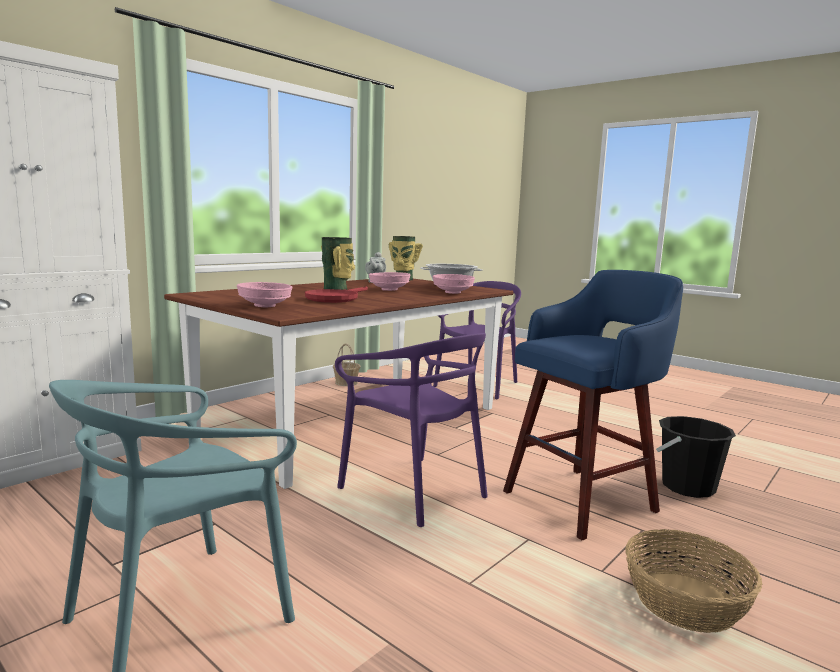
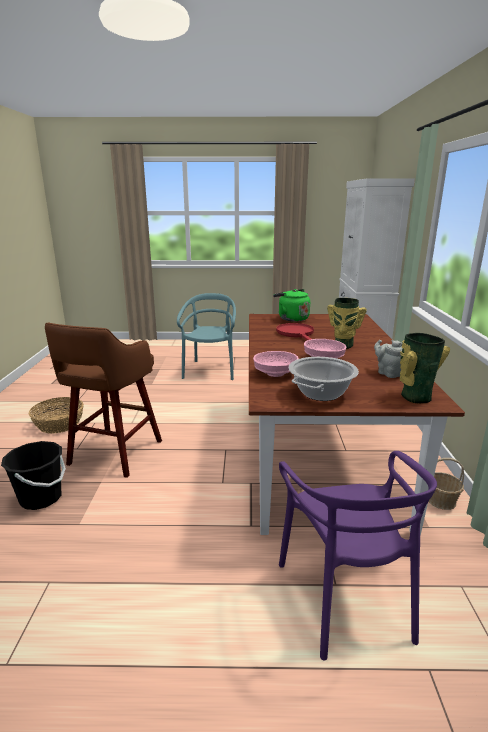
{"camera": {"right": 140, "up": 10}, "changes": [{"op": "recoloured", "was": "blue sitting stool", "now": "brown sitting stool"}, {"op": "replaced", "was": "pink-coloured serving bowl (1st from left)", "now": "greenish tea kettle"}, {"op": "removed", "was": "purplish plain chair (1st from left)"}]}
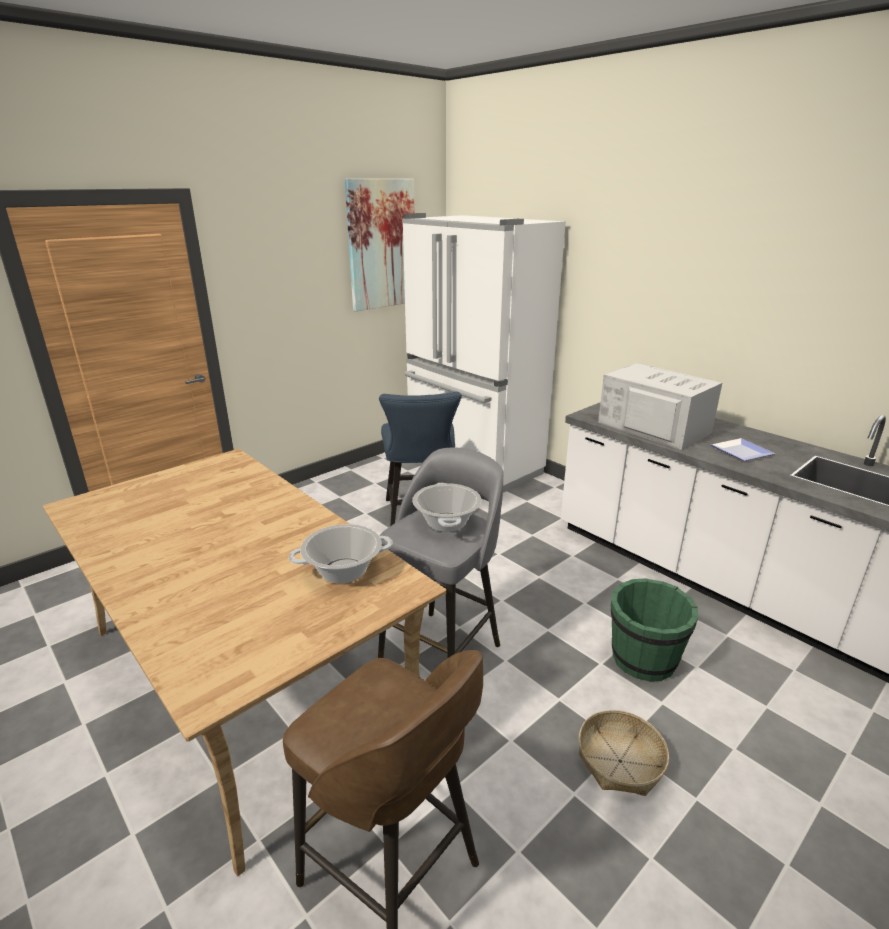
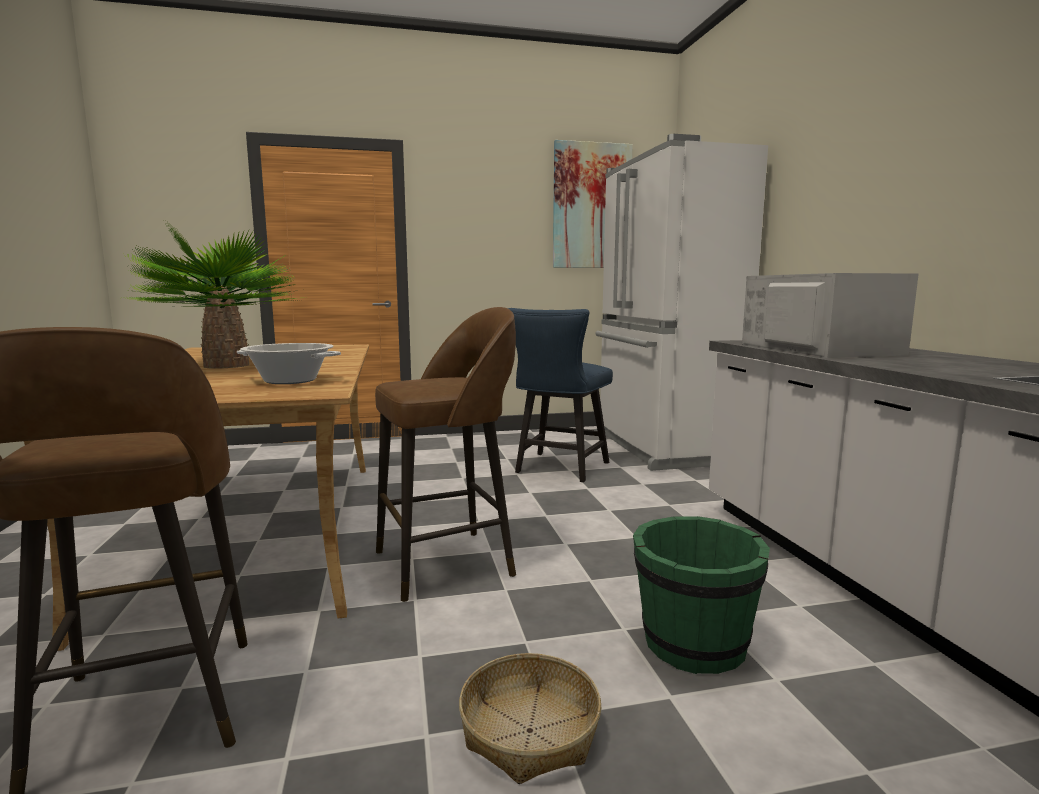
{"camera": {"right": 30, "up": -15}, "changes": [{"op": "added", "now": "houseplant"}, {"op": "recoloured", "was": "grey sitting stool", "now": "brown sitting stool (2nd from left)"}, {"op": "removed", "was": "cooking pot (2nd from left)"}, {"op": "removed", "was": "plate"}]}
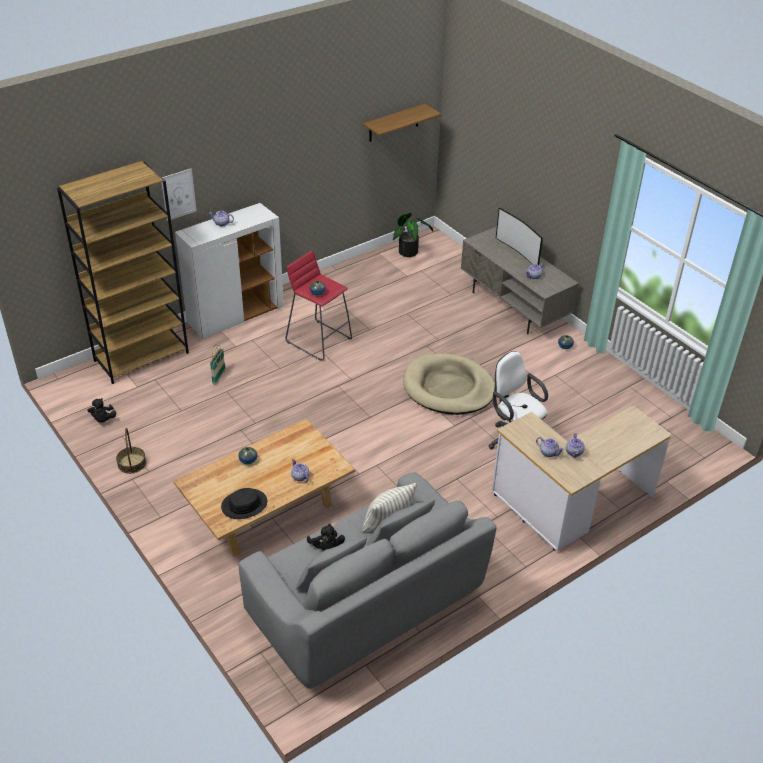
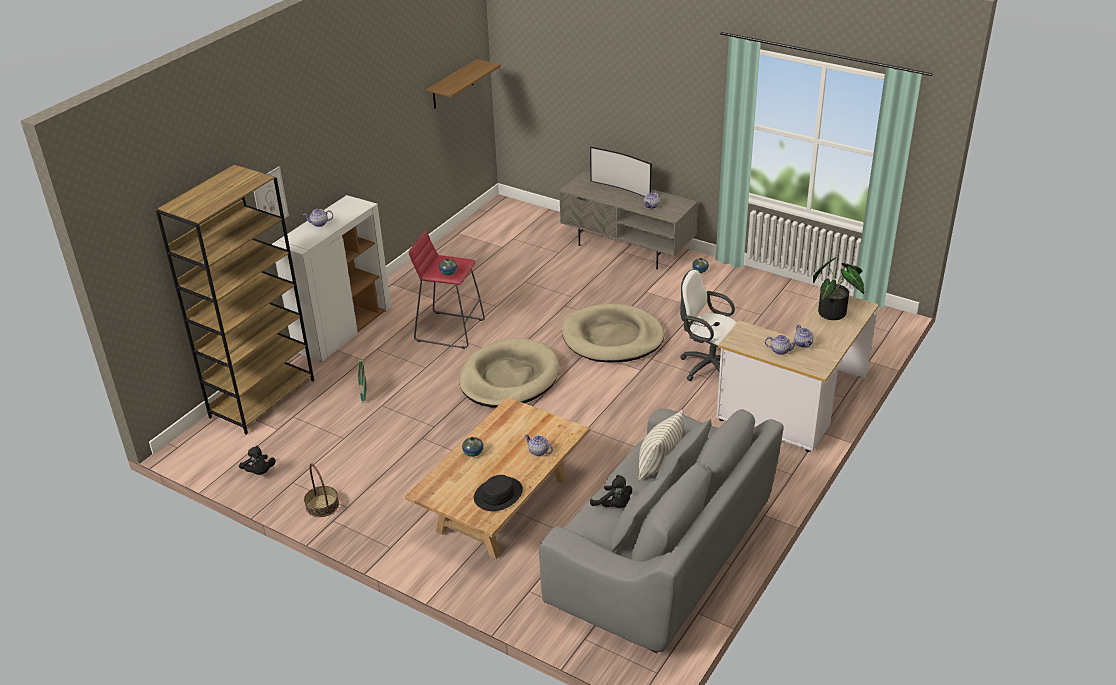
{"camera": {"right": -20, "up": -5}, "changes": [{"op": "added", "now": "sand-coloured dog cushion (1st from left)"}, {"op": "moved", "was": "houseplant"}]}
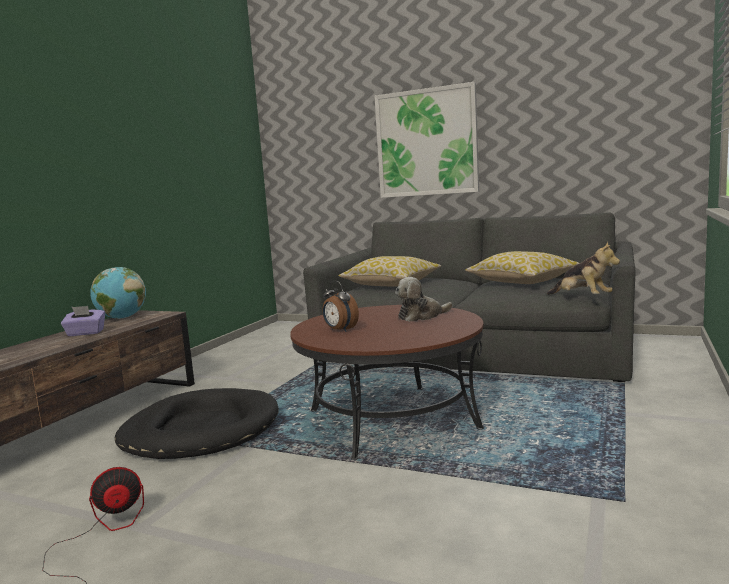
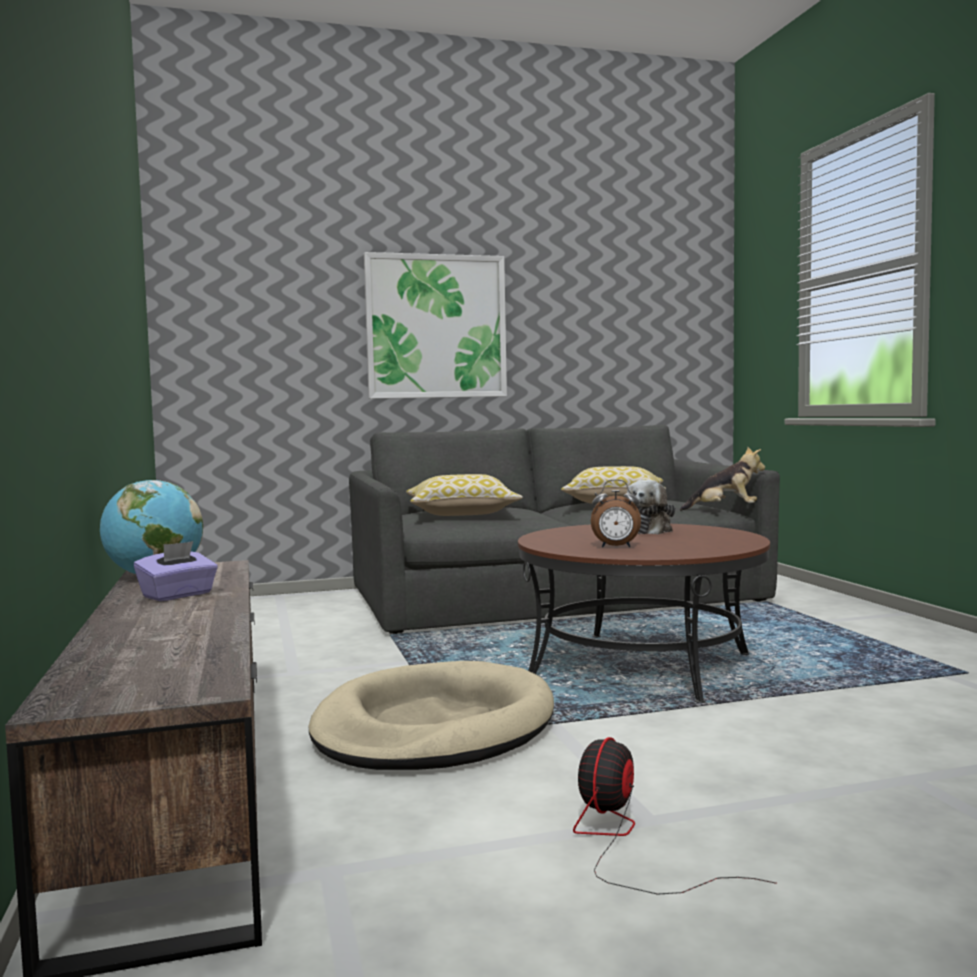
{"camera": {"right": -40, "up": -5}, "changes": [{"op": "recoloured", "was": "black-coloured dog cushion", "now": "sand-coloured dog cushion"}]}
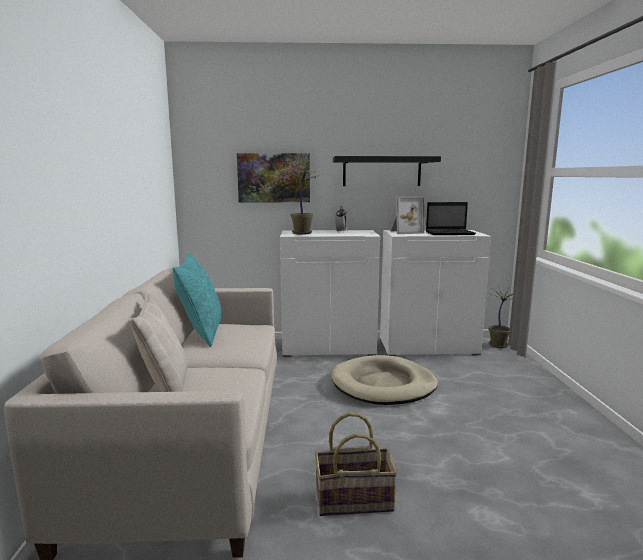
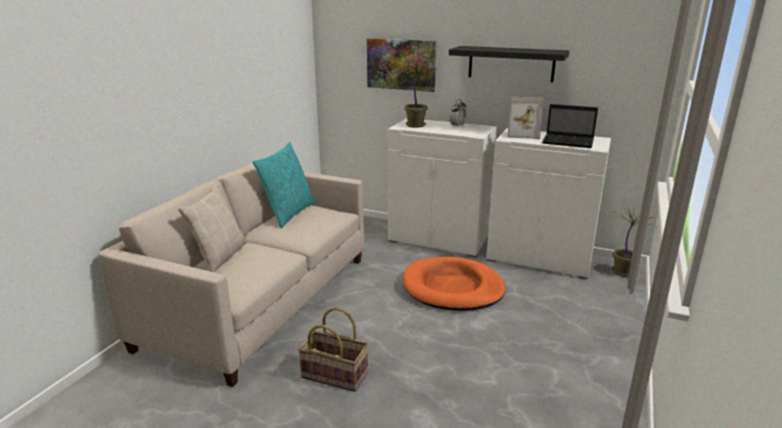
{"camera": {"right": 25, "up": 10}, "changes": [{"op": "recoloured", "was": "sand-coloured dog cushion", "now": "orange dog cushion"}]}
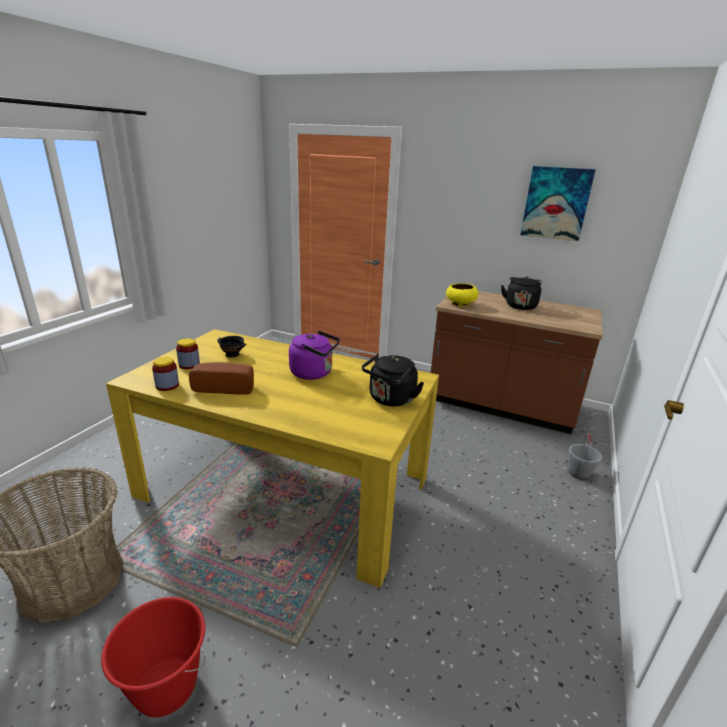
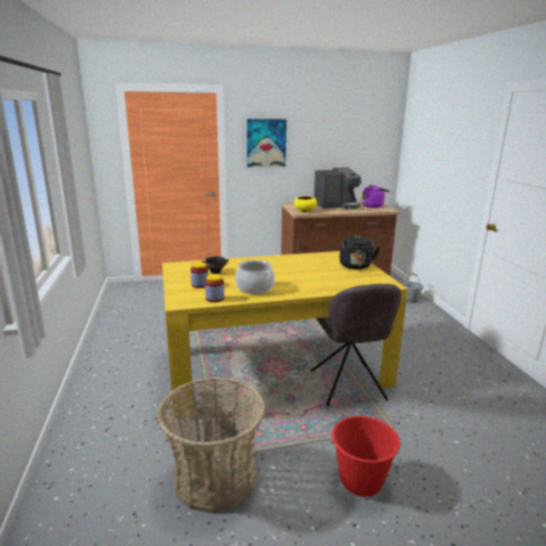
{"camera": {"right": -35, "up": -5}, "changes": [{"op": "replaced", "was": "baked bread", "now": "cooking pot"}, {"op": "moved", "was": "wall picture"}, {"op": "added", "now": "grey plain chair"}, {"op": "replaced", "was": "black-coloured tea kettle (2nd from left)", "now": "coffee maker"}, {"op": "moved", "was": "purplish tea kettle"}]}
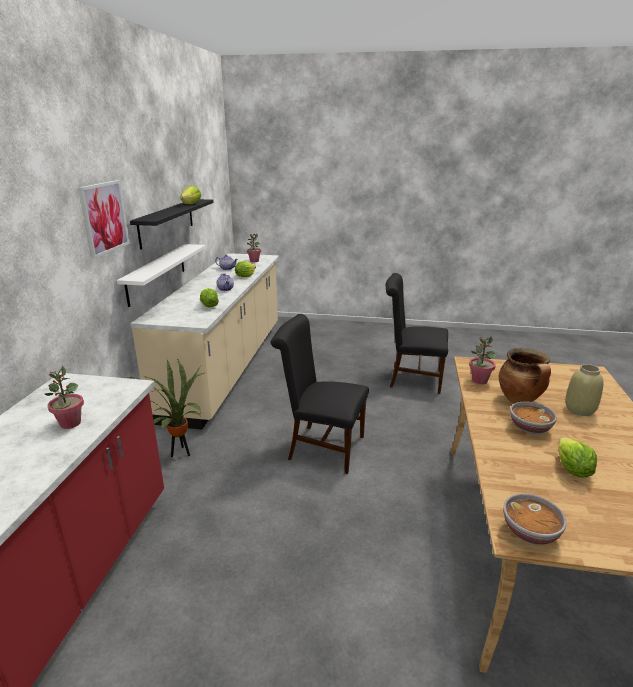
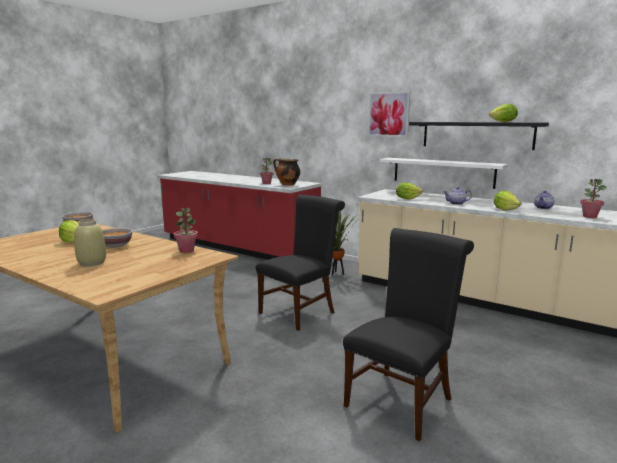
{"camera": {"right": 115, "up": -10}, "changes": [{"op": "moved", "was": "cooking pot"}]}
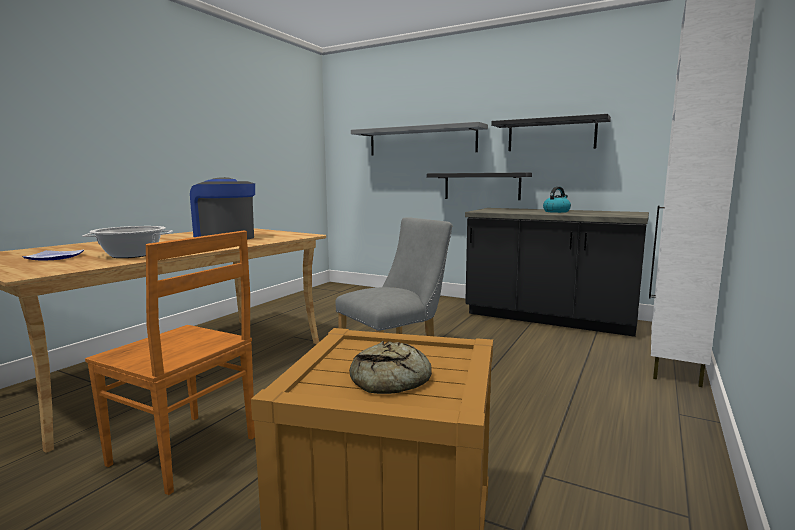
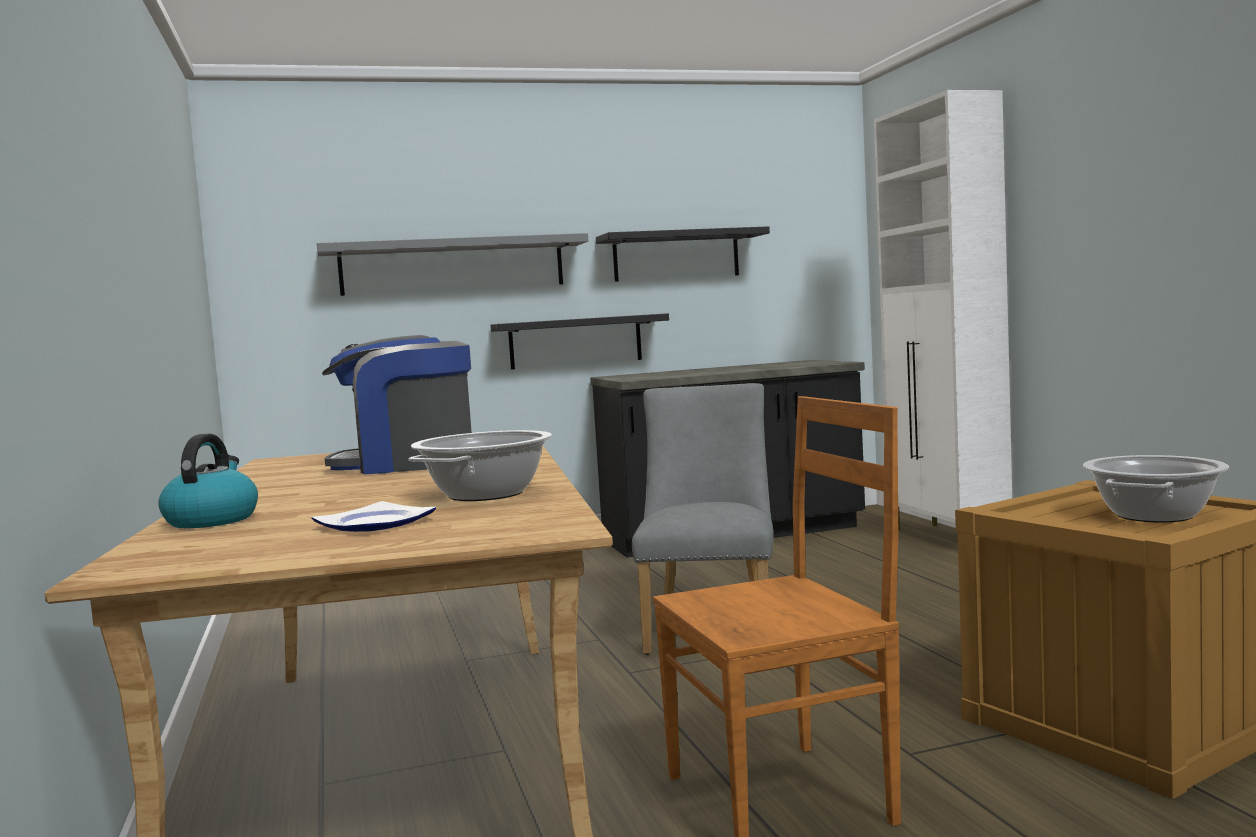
{"camera": {"right": -45, "up": -5}, "changes": [{"op": "moved", "was": "tea kettle"}, {"op": "replaced", "was": "baked bread", "now": "cooking pot (2nd from left)"}]}
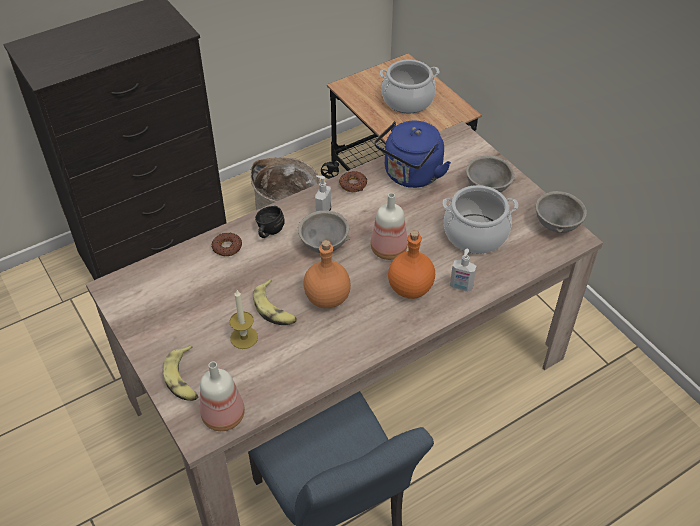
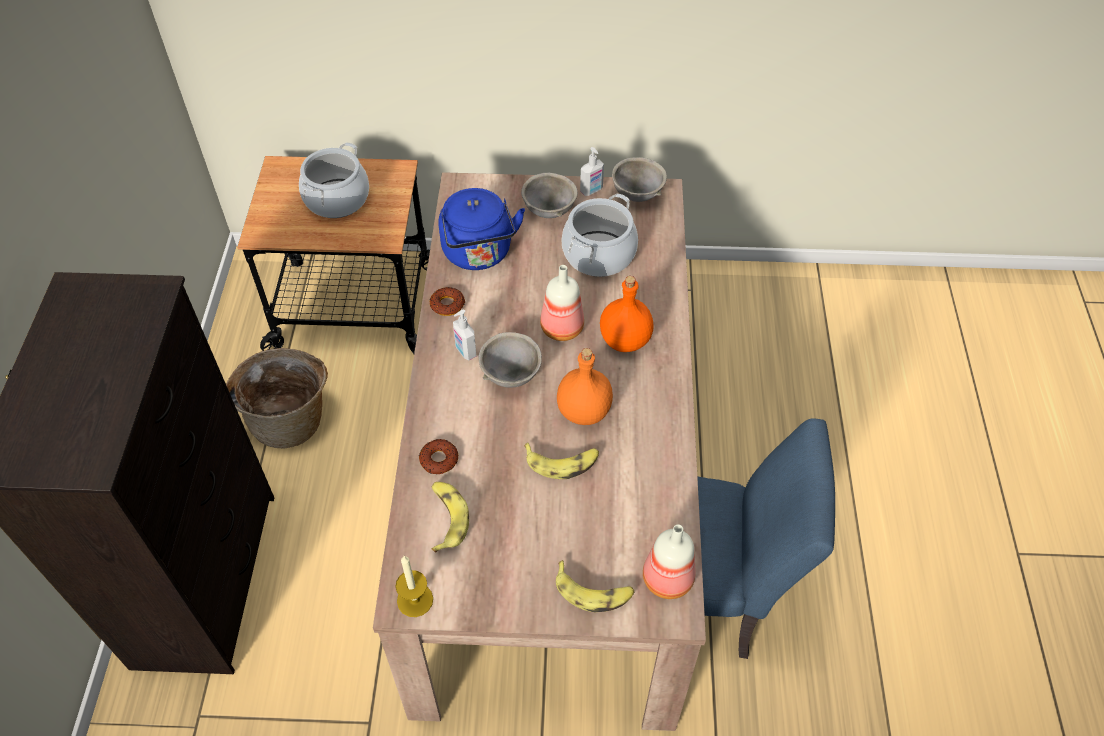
{"camera": {"right": -55, "up": 5}, "changes": [{"op": "moved", "was": "candle"}, {"op": "added", "now": "banana (1st from left)"}, {"op": "moved", "was": "soap dispenser (2nd from left)"}, {"op": "removed", "was": "black-coloured tea mug"}]}
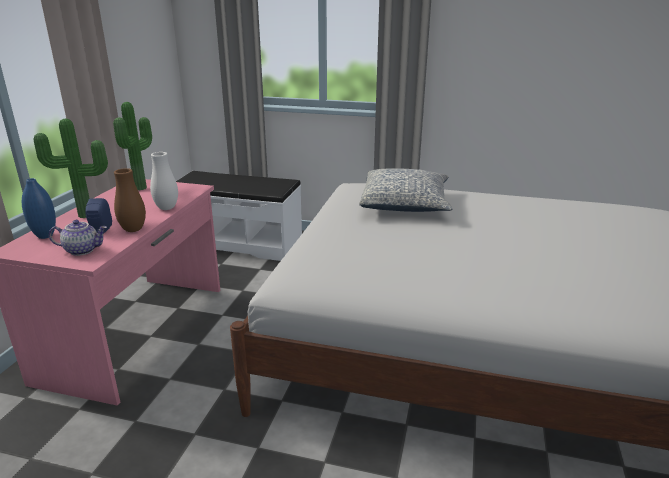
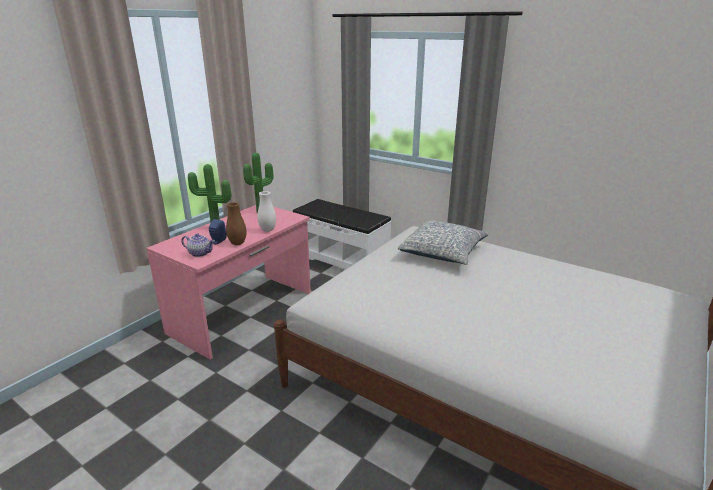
{"camera": {"right": 20, "up": 0}, "changes": [{"op": "removed", "was": "blue flower vase"}]}
